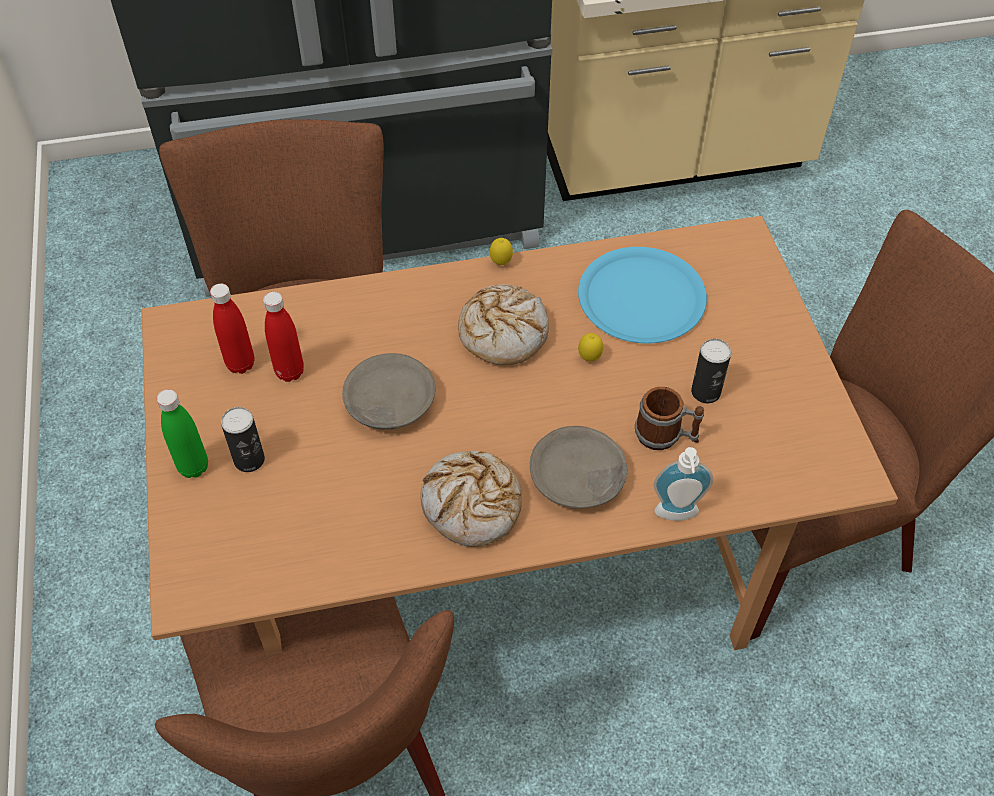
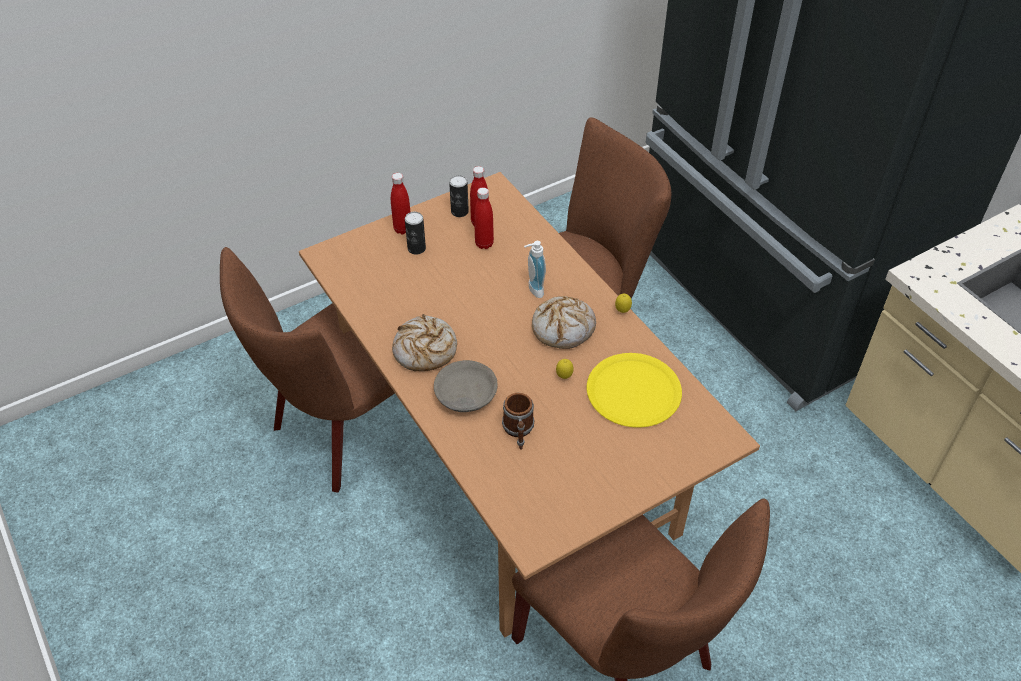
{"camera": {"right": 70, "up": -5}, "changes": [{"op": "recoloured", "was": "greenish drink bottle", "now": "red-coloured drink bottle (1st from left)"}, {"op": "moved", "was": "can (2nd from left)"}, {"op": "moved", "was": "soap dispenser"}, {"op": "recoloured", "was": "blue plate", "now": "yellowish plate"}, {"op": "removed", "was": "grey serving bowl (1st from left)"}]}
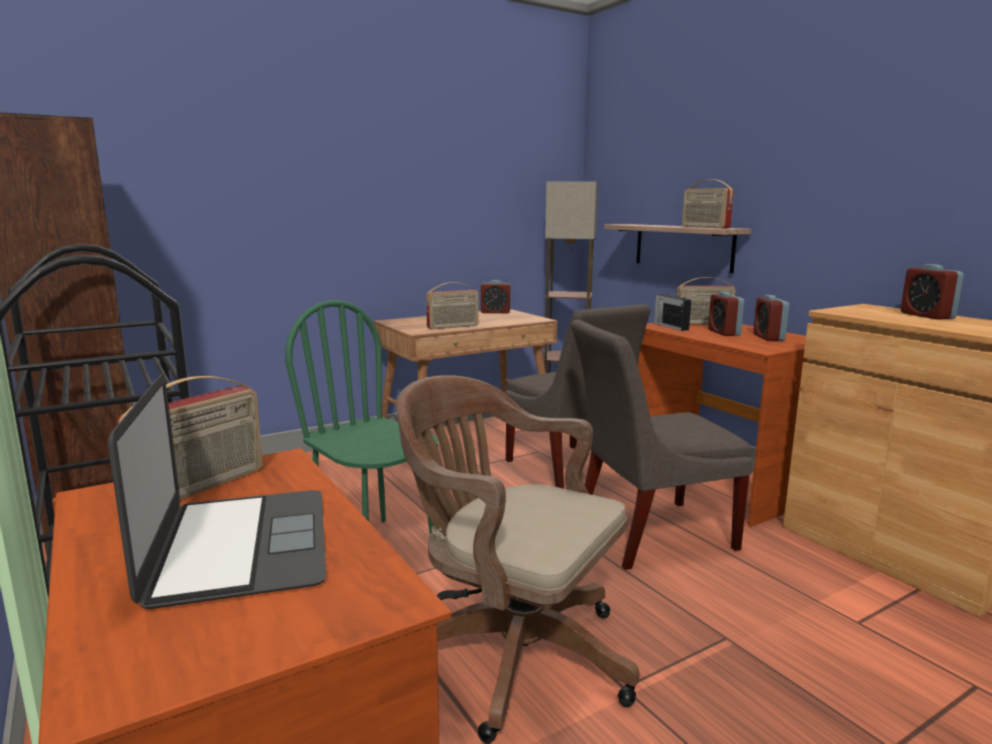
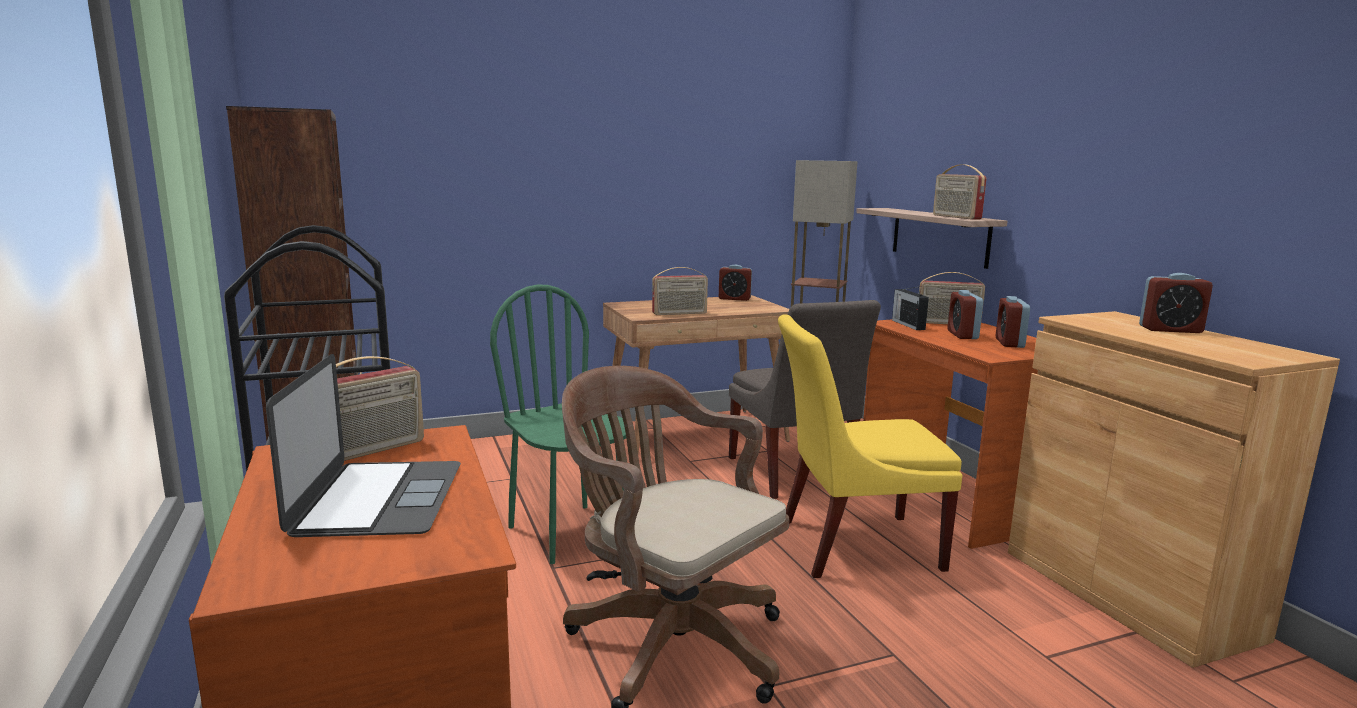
{"camera": {"right": 10, "up": 0}, "changes": [{"op": "recoloured", "was": "grey plain chair (2nd from left)", "now": "yellowish plain chair"}, {"op": "turned", "was": "alarm clock (4th from left)", "clockwise": -75}]}
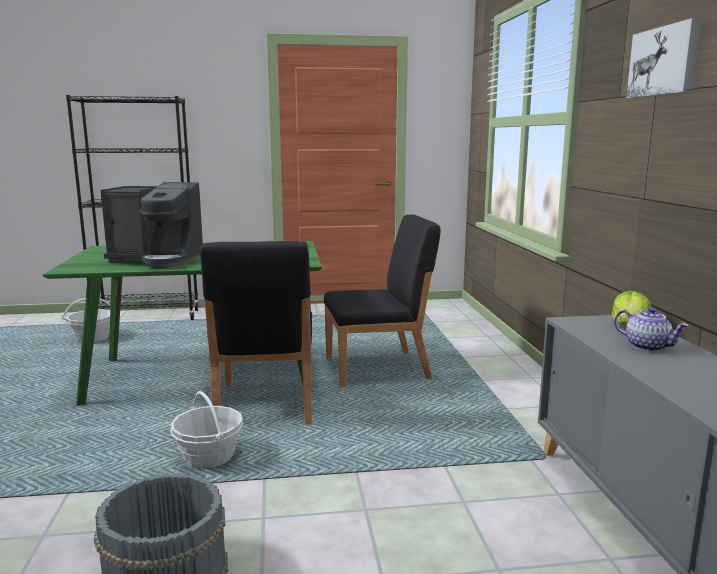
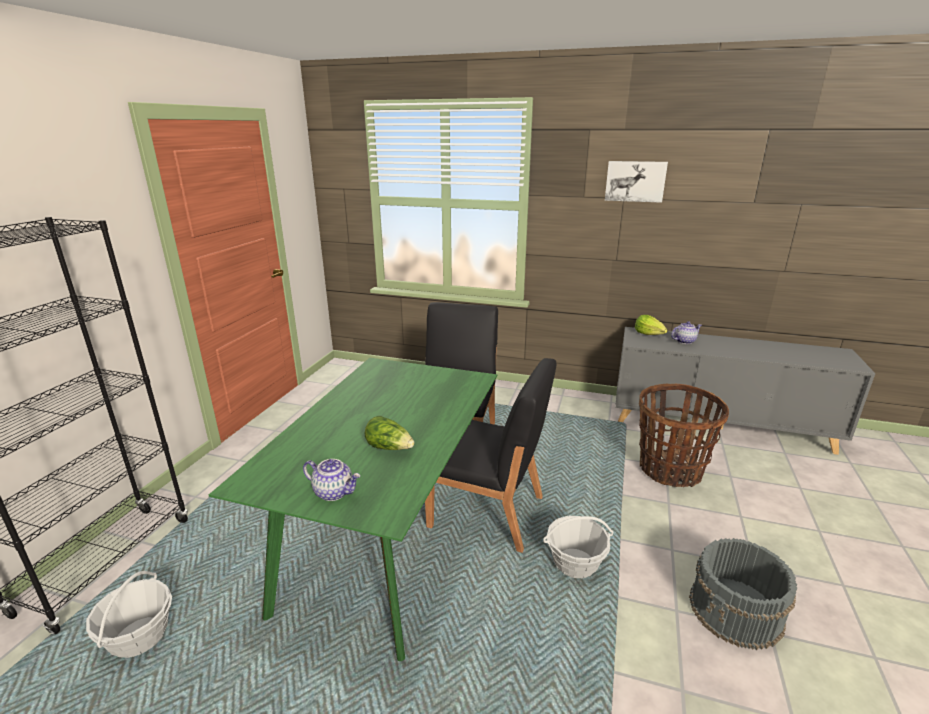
{"camera": {"right": -65, "up": 10}, "changes": [{"op": "added", "now": "teapot (1st from left)"}, {"op": "replaced", "was": "coffee maker", "now": "head of lettuce (1st from left)"}, {"op": "added", "now": "storage basket (3rd from left)"}]}
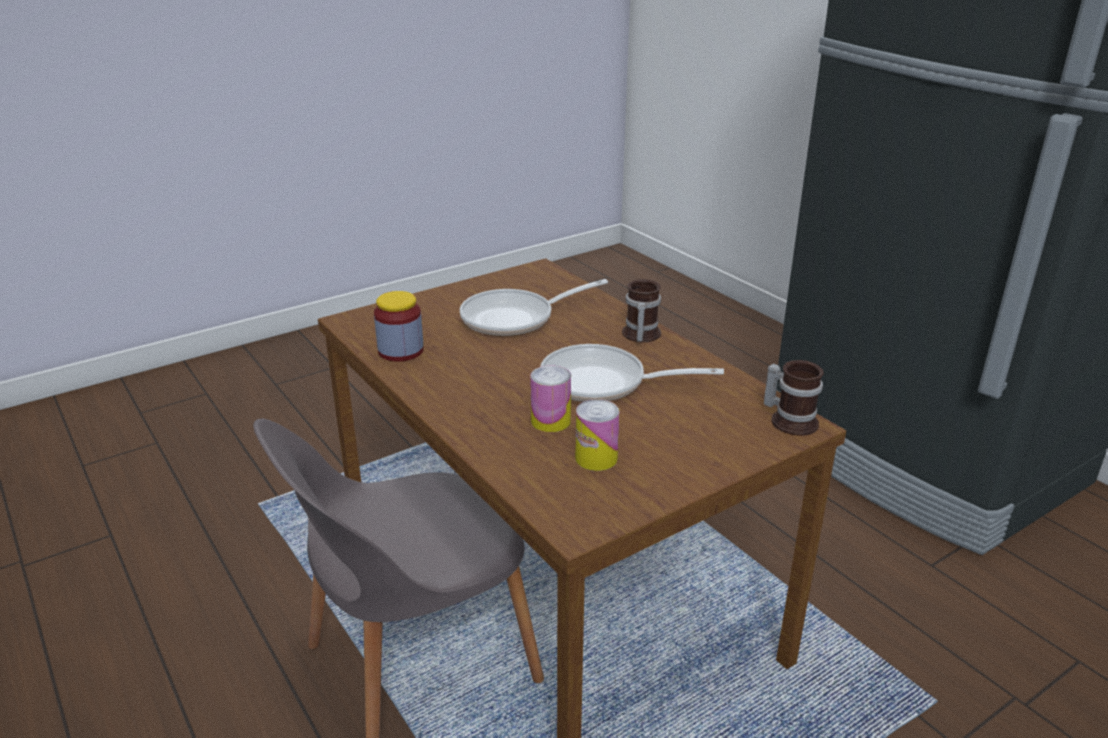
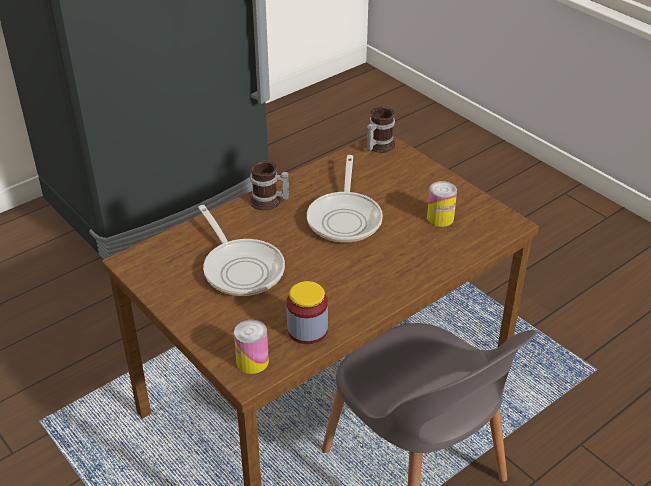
{"camera": {"right": -95, "up": 10}, "changes": [{"op": "moved", "was": "can (1st from left)"}]}
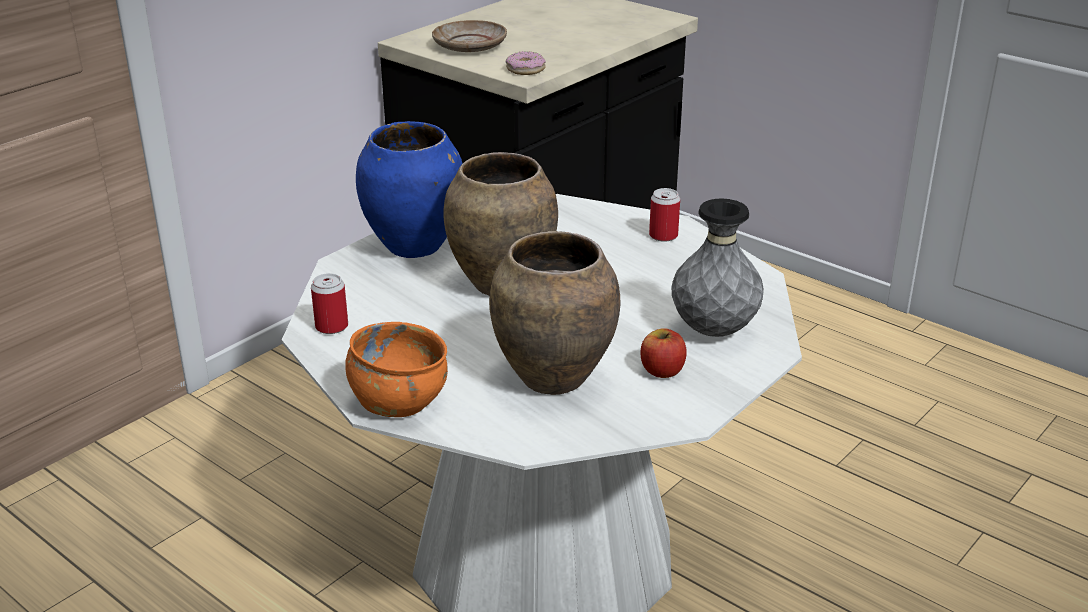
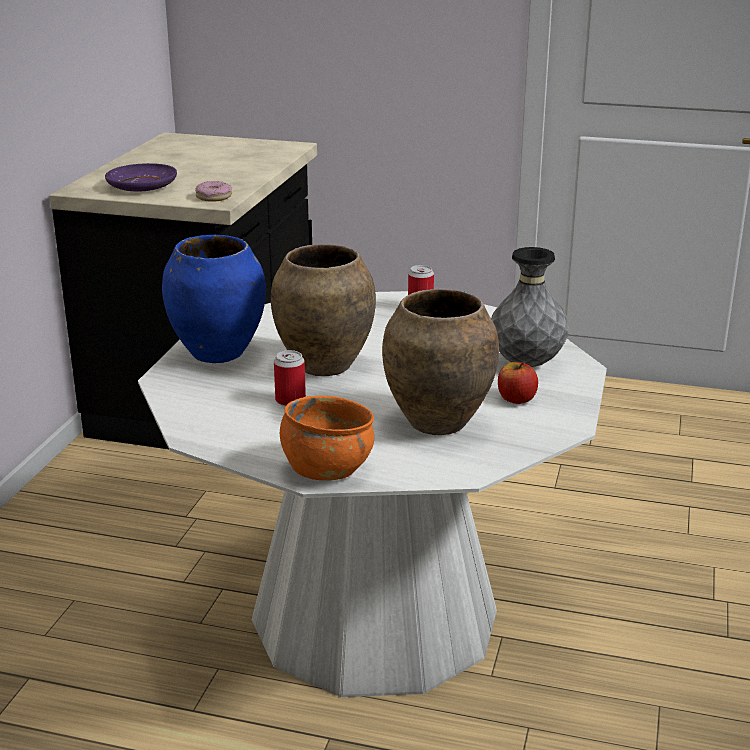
{"camera": {"right": -25, "up": -5}, "changes": [{"op": "recoloured", "was": "sand-coloured plate", "now": "purplish plate"}, {"op": "moved", "was": "can (1st from left)"}]}
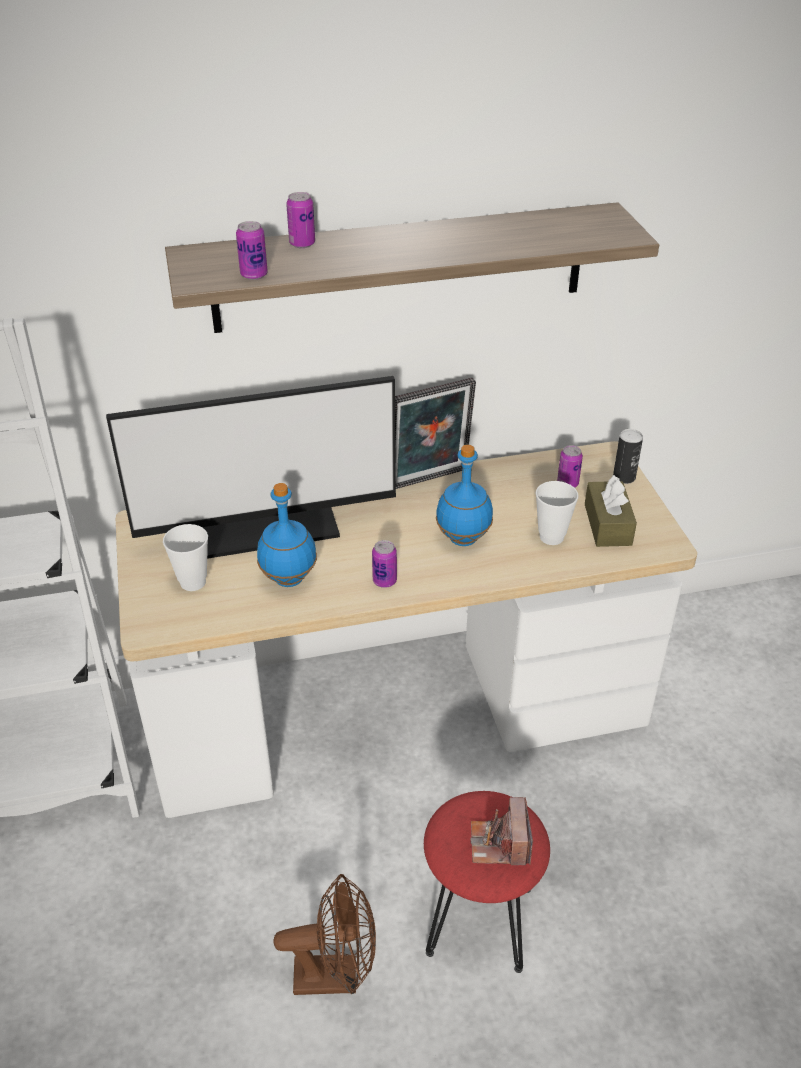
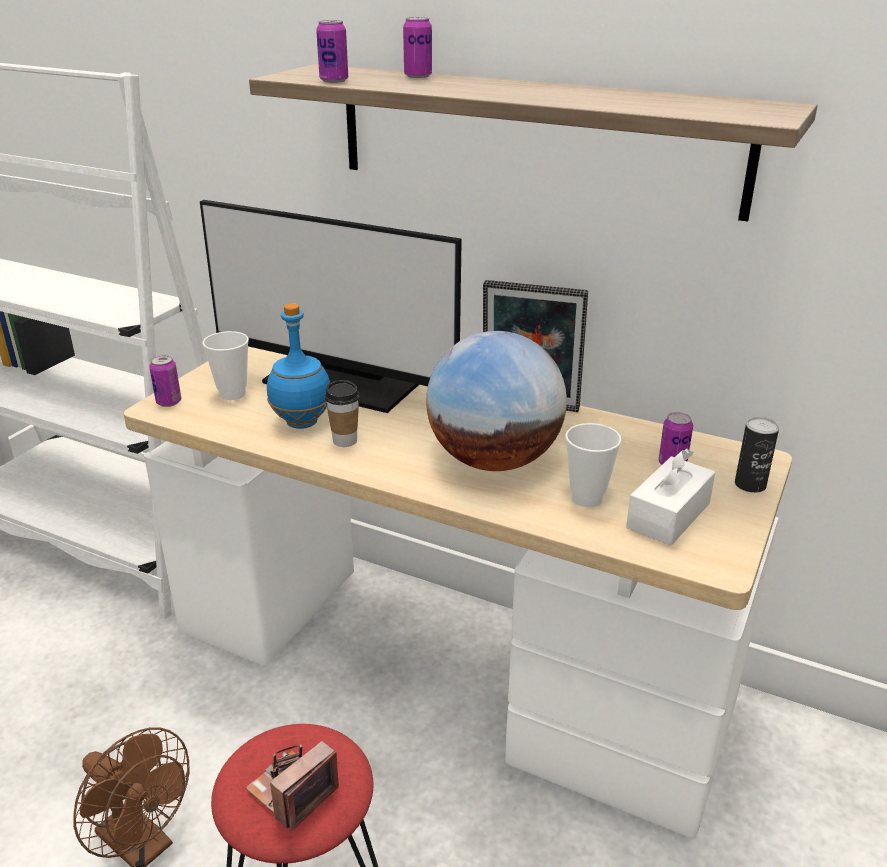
{"camera": {"right": 40, "up": -10}, "changes": [{"op": "moved", "was": "can (3rd from left in the first image)", "now": "can (1st from left)"}, {"op": "added", "now": "small cup (2nd from left)"}, {"op": "replaced", "was": "blue drink bottle (2nd from left)", "now": "desk globe"}, {"op": "recoloured", "was": "brown tissue box", "now": "white tissue box"}]}
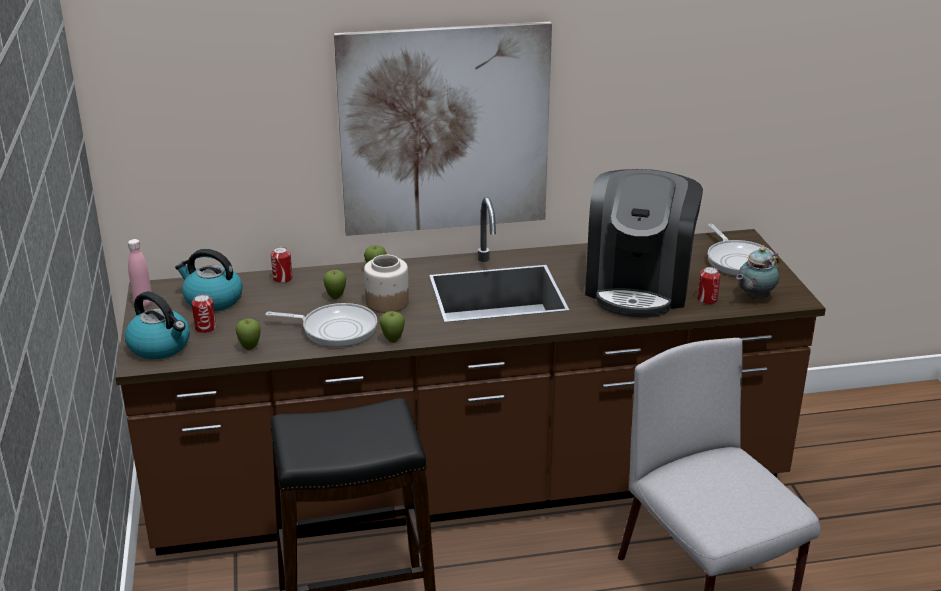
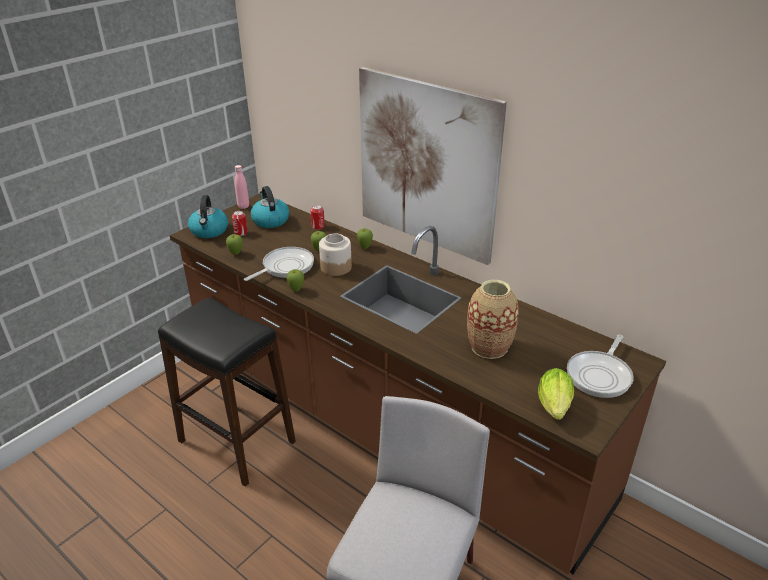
{"camera": {"right": 50, "up": 5}, "changes": [{"op": "turned", "was": "skillet (1st from left)", "clockwise": -105}, {"op": "replaced", "was": "coffee maker", "now": "flower vase"}, {"op": "replaced", "was": "teapot", "now": "head of lettuce"}, {"op": "removed", "was": "can (3rd from left)"}]}
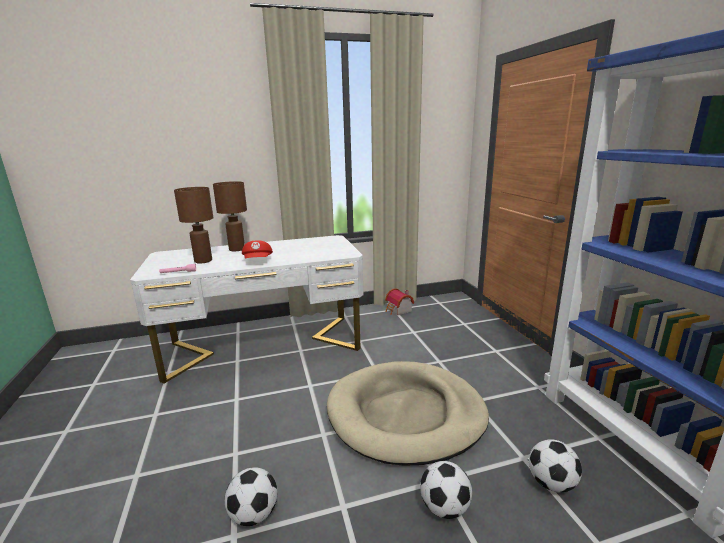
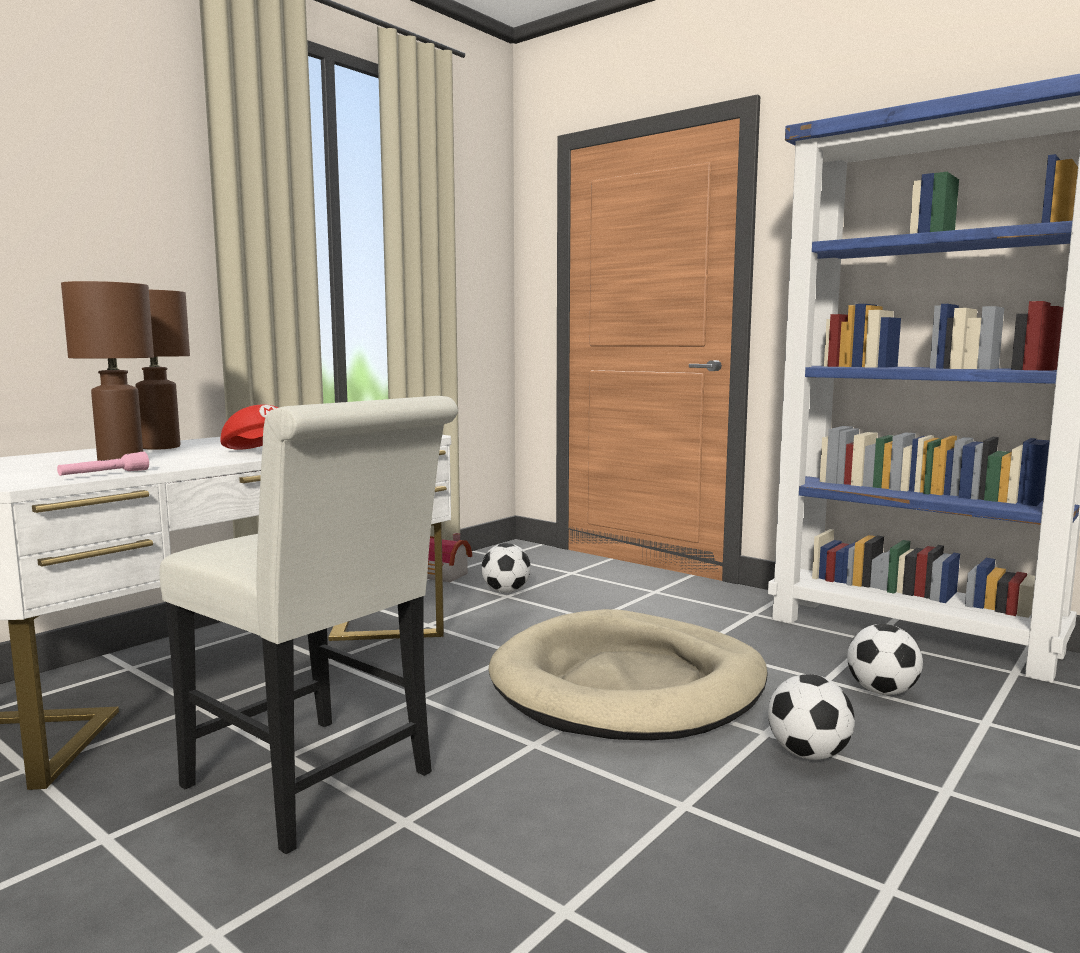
{"camera": {"right": -35, "up": -10}, "changes": [{"op": "added", "now": "white plain chair"}, {"op": "moved", "was": "ball for football (1st from left)"}]}
